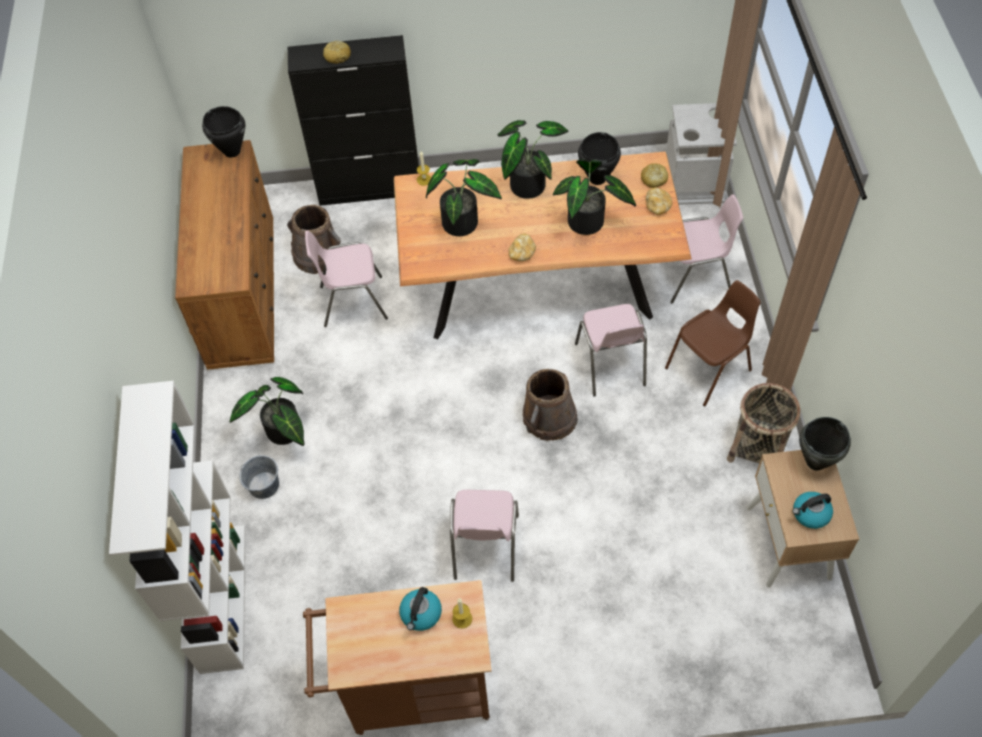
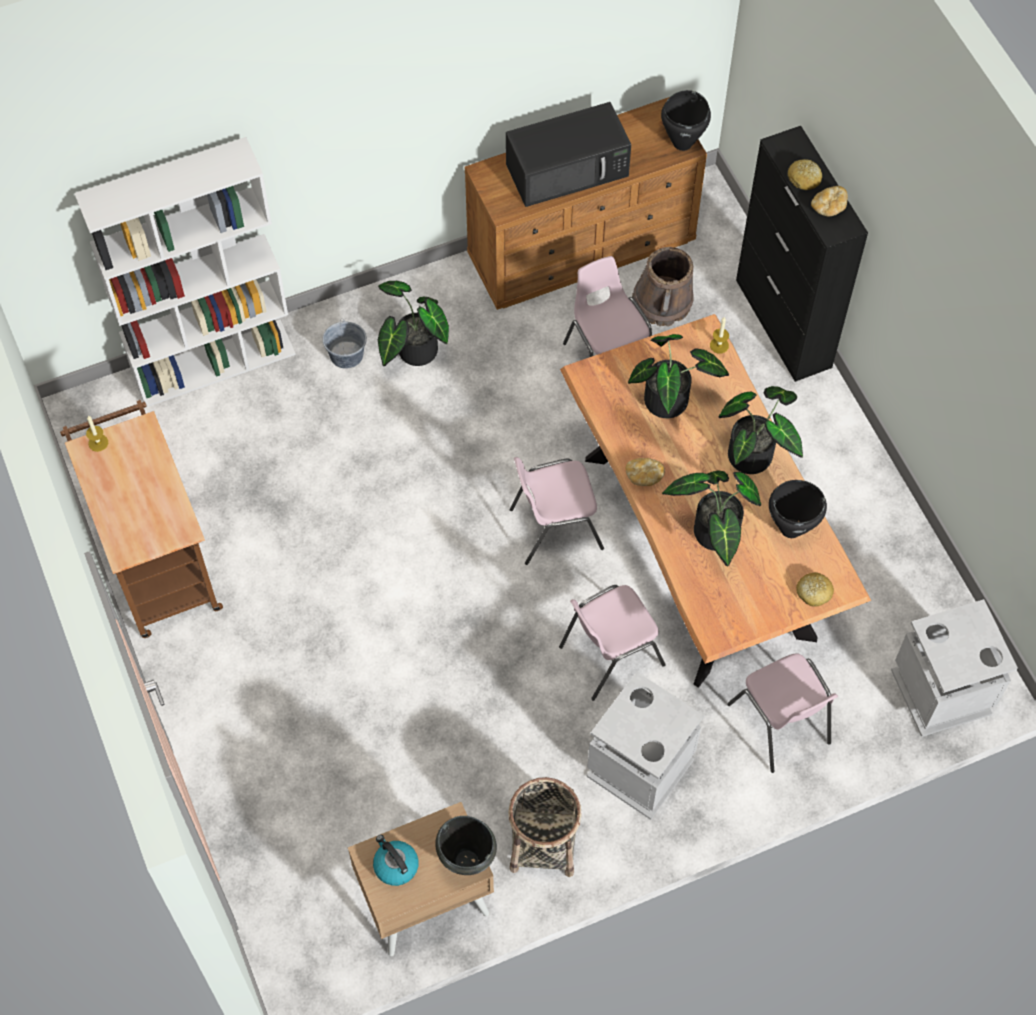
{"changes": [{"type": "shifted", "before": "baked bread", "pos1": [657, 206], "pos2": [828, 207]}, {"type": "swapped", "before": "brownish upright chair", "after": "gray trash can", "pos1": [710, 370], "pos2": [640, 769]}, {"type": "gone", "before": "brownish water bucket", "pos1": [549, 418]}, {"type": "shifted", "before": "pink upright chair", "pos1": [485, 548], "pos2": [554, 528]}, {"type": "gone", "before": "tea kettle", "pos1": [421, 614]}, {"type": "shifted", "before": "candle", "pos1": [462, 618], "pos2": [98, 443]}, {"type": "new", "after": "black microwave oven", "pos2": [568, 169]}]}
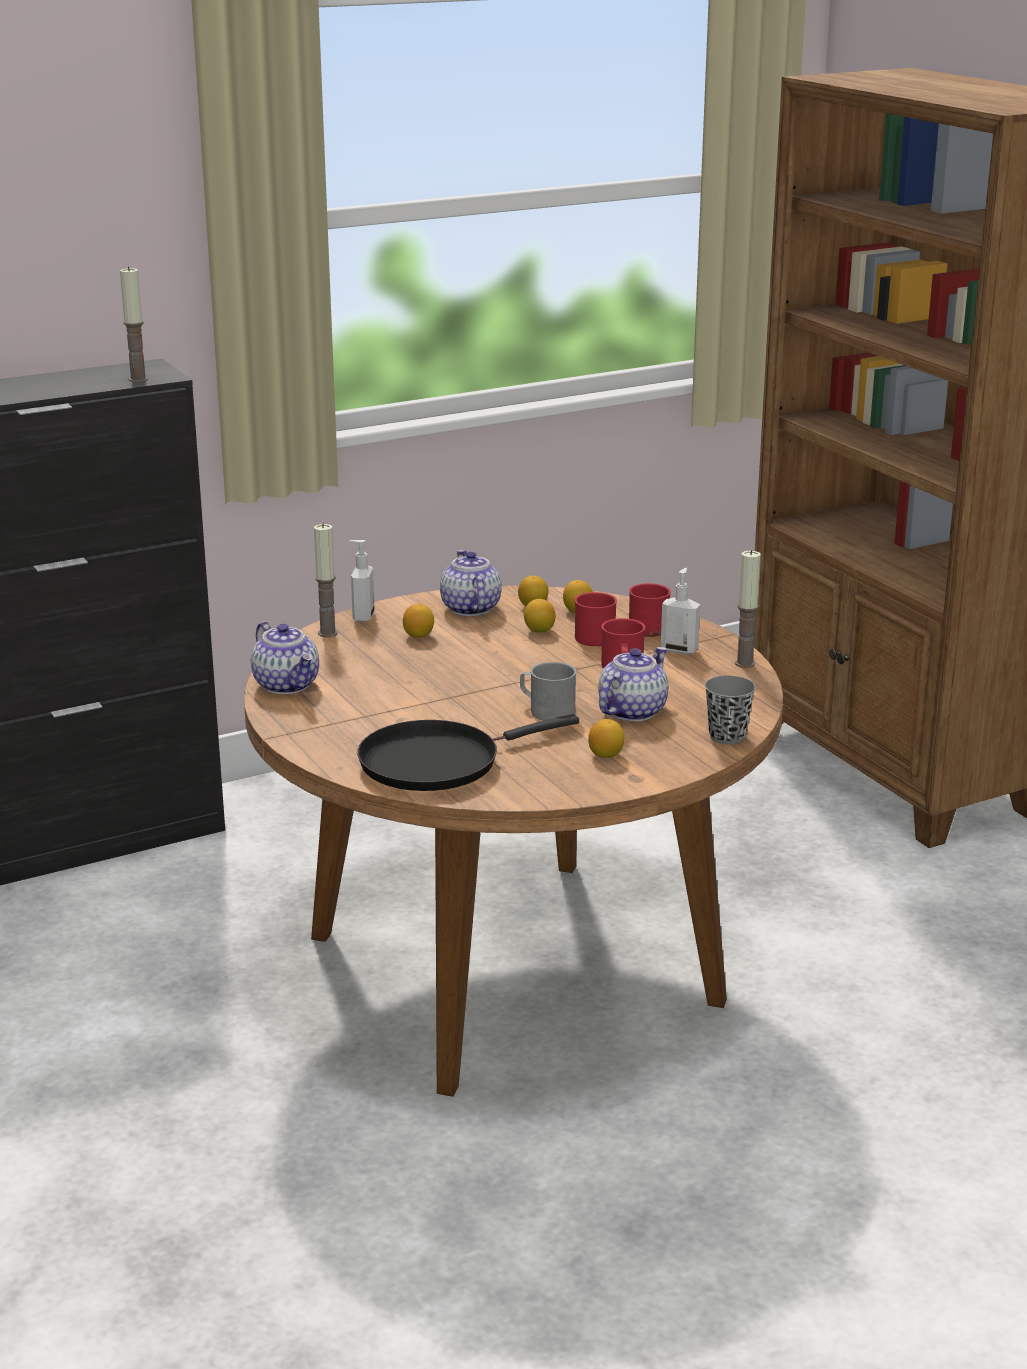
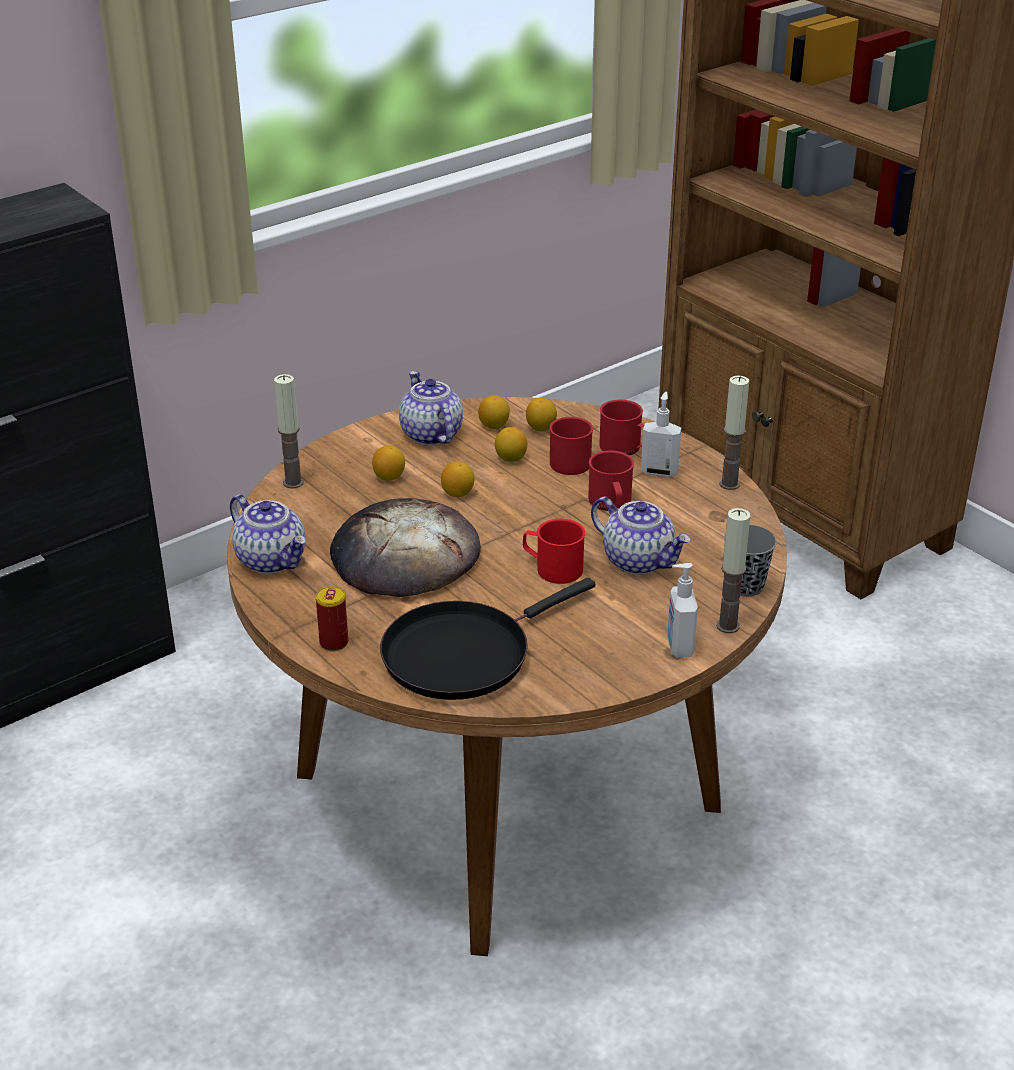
{"changes": [{"type": "shifted", "before": "candle", "pos1": [138, 379], "pos2": [728, 626]}, {"type": "shifted", "before": "liquid soap bottle", "pos1": [362, 617], "pos2": [678, 646]}, {"type": "rotated", "before": "tea pot", "pos1": [632, 711], "pos2": [639, 561], "turn": 105}, {"type": "repainted", "before": "gray mug", "after": "red mug", "pos1": [546, 710], "pos2": [552, 568]}, {"type": "shifted", "before": "citrus fruit", "pos1": [606, 755], "pos2": [458, 493]}, {"type": "new", "after": "baked bread", "pos2": [404, 556]}, {"type": "new", "after": "sealed can", "pos2": [334, 643]}]}
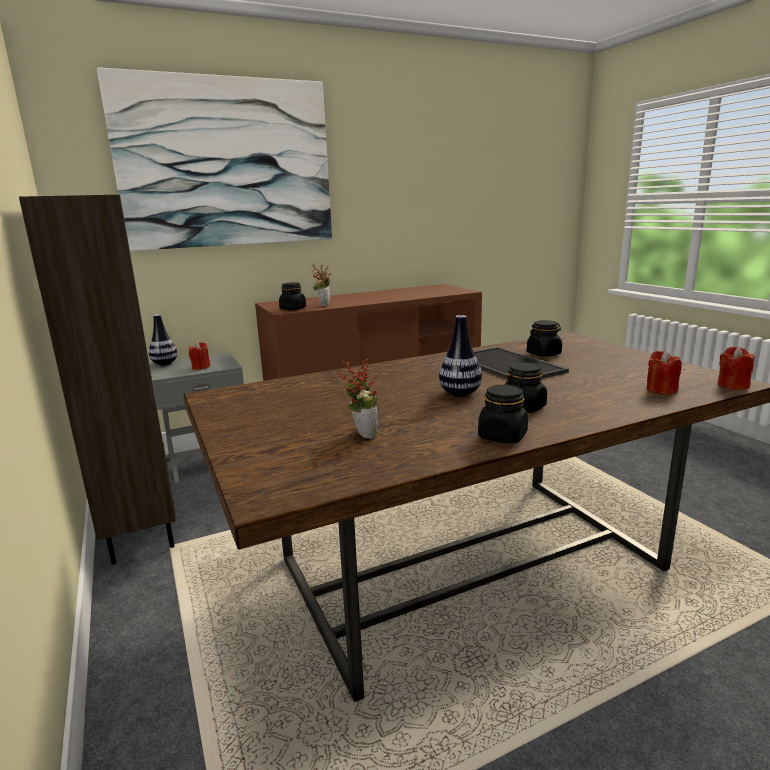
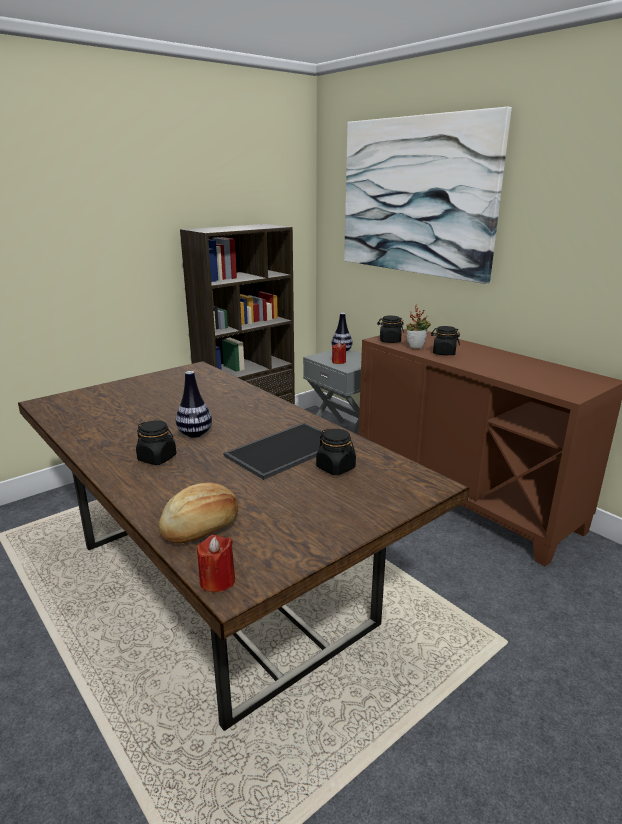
{"changes": [{"type": "swapped", "before": "red candle", "after": "baked bread", "pos1": [661, 390], "pos2": [202, 528]}, {"type": "gone", "before": "plant in a pot", "pos1": [362, 435]}, {"type": "shifted", "before": "black preserve jar", "pos1": [502, 436], "pos2": [443, 353]}]}
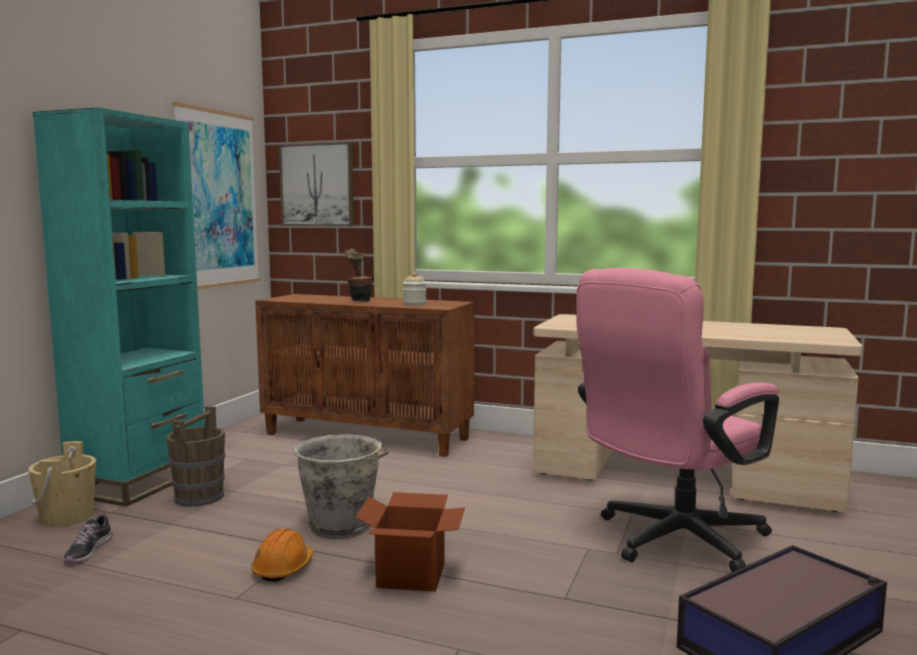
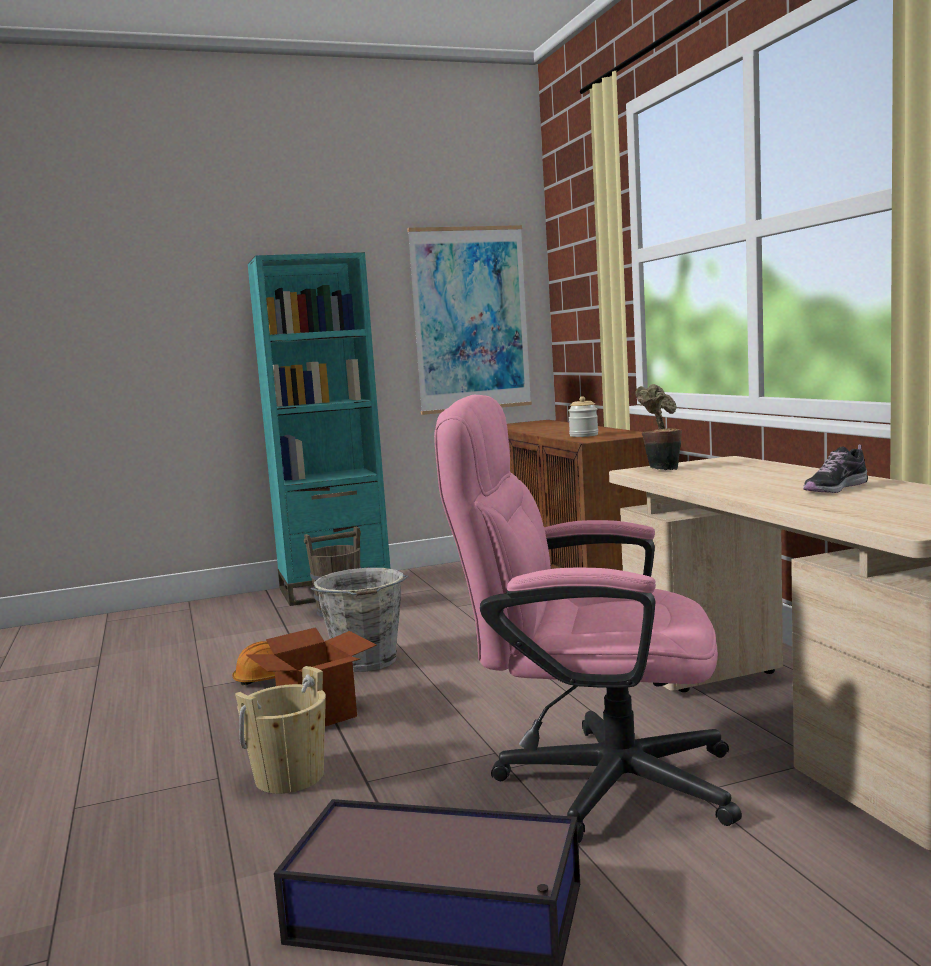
{"changes": [{"type": "gone", "before": "picture", "pos1": [317, 185]}, {"type": "shifted", "before": "plant in a pot", "pos1": [359, 301], "pos2": [661, 468]}, {"type": "shifted", "before": "beige-coloured water bucket", "pos1": [67, 517], "pos2": [289, 777]}, {"type": "shifted", "before": "low shoe", "pos1": [88, 551], "pos2": [834, 488]}]}
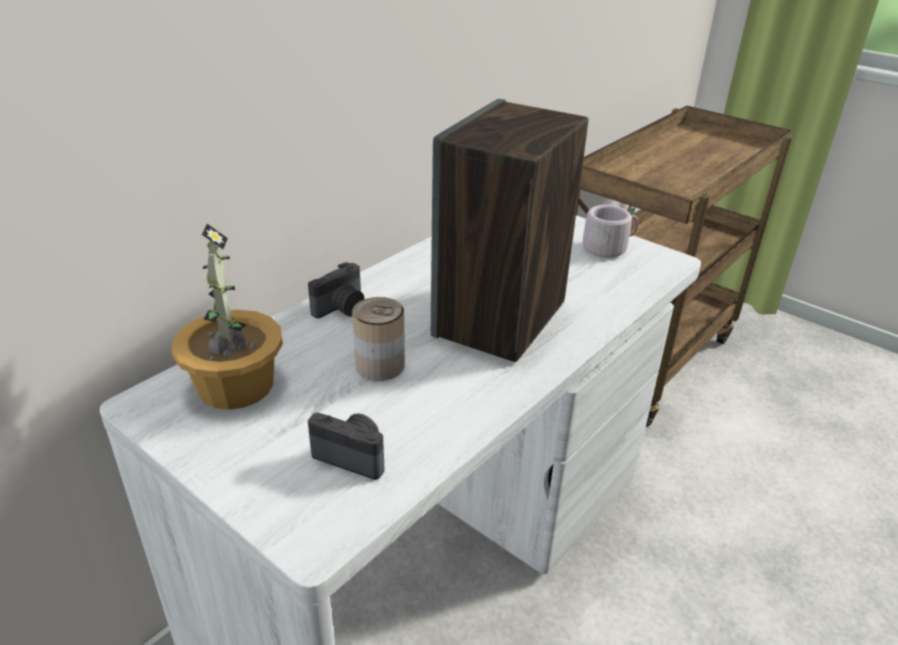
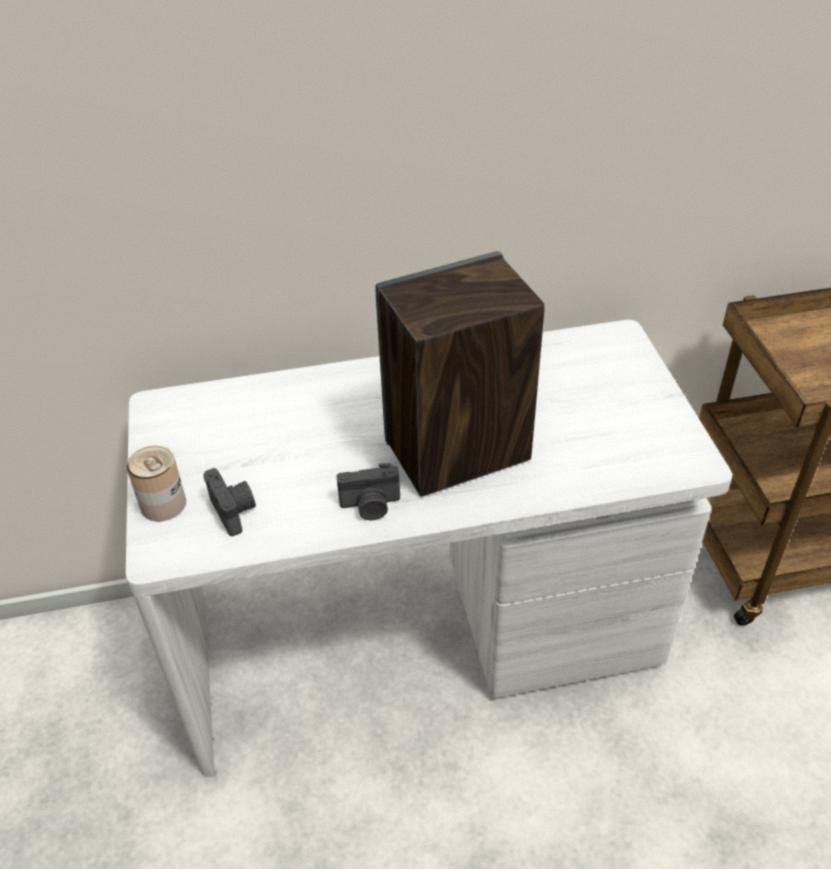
{"changes": [{"type": "gone", "before": "gray mug", "pos1": [607, 247]}, {"type": "gone", "before": "plant in a pot", "pos1": [234, 385]}, {"type": "shifted", "before": "photo camera", "pos1": [342, 309], "pos2": [371, 506]}, {"type": "shifted", "before": "sealed can", "pos1": [380, 365], "pos2": [163, 504]}]}
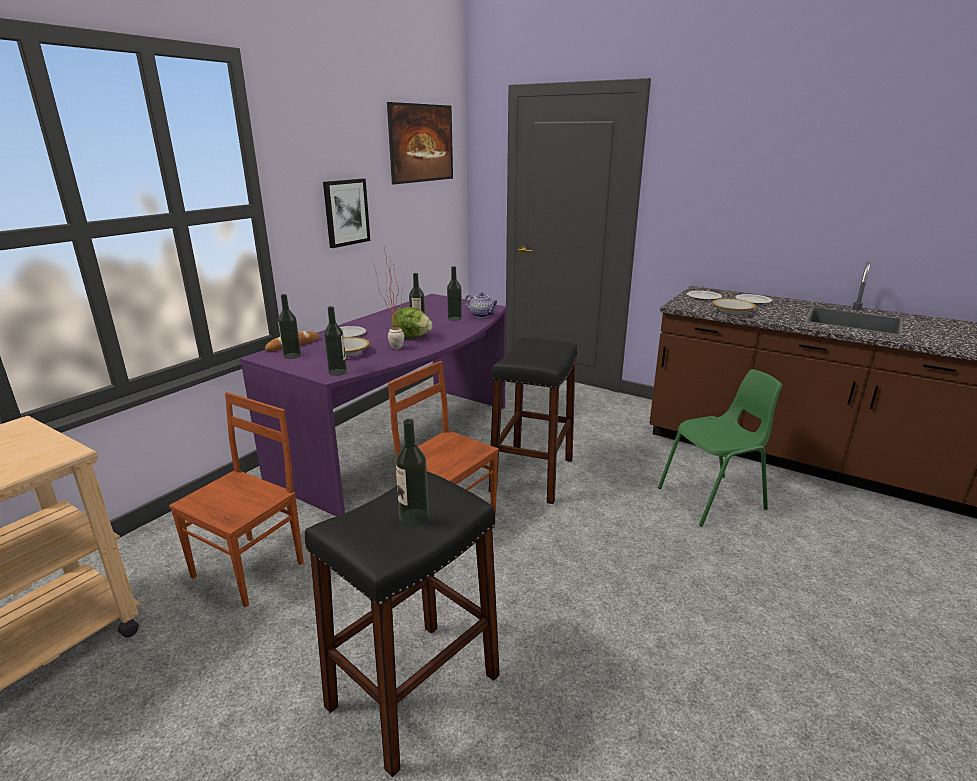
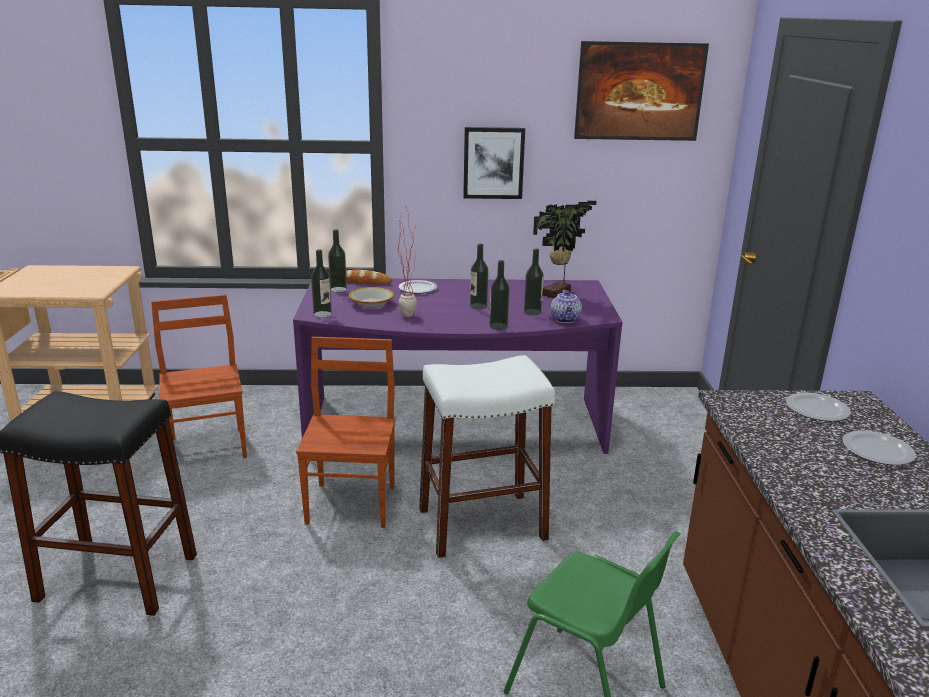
{"changes": [{"type": "gone", "before": "bowl", "pos1": [732, 312]}, {"type": "gone", "before": "lettuce head", "pos1": [411, 337]}, {"type": "repainted", "before": "black stool seat", "after": "whitish stool seat", "pos1": [532, 475], "pos2": [481, 524]}, {"type": "rotated", "before": "brownish upright chair", "pos1": [250, 569], "pos2": [209, 446], "turn": -105}, {"type": "shifted", "before": "drink bottle", "pos1": [414, 517], "pos2": [498, 326]}, {"type": "new", "after": "plant in a pot", "pos2": [558, 293]}]}
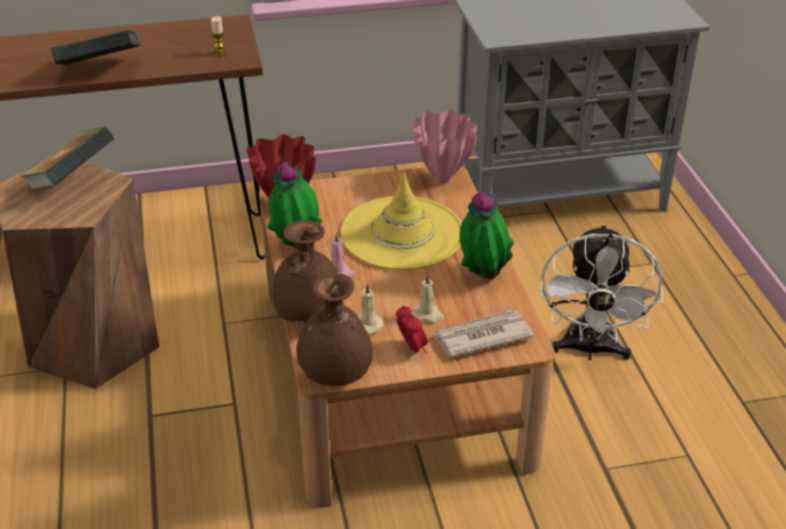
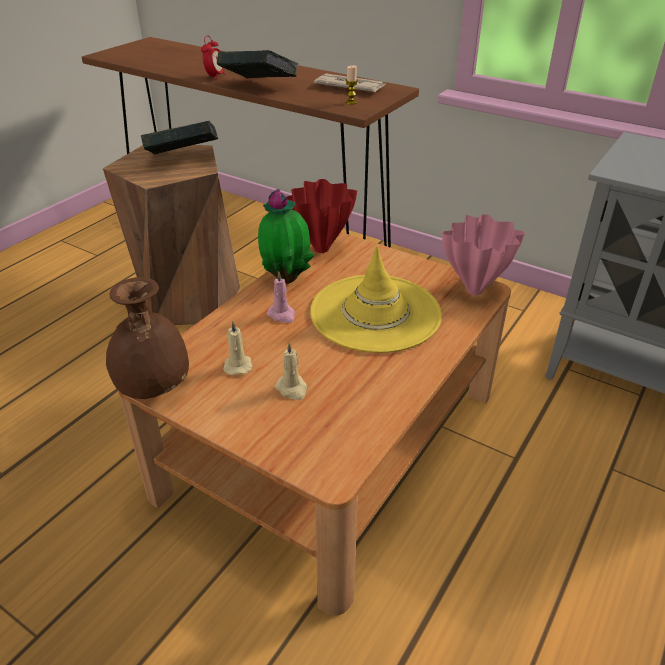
{"changes": [{"type": "gone", "before": "plant in a pot", "pos1": [482, 275]}, {"type": "gone", "before": "brownish vase", "pos1": [307, 317]}, {"type": "gone", "before": "whitish electric fan", "pos1": [590, 350]}, {"type": "shifted", "before": "alarm clock", "pos1": [411, 349], "pos2": [215, 77]}, {"type": "shifted", "before": "newspaper", "pos1": [481, 336], "pos2": [349, 86]}]}
